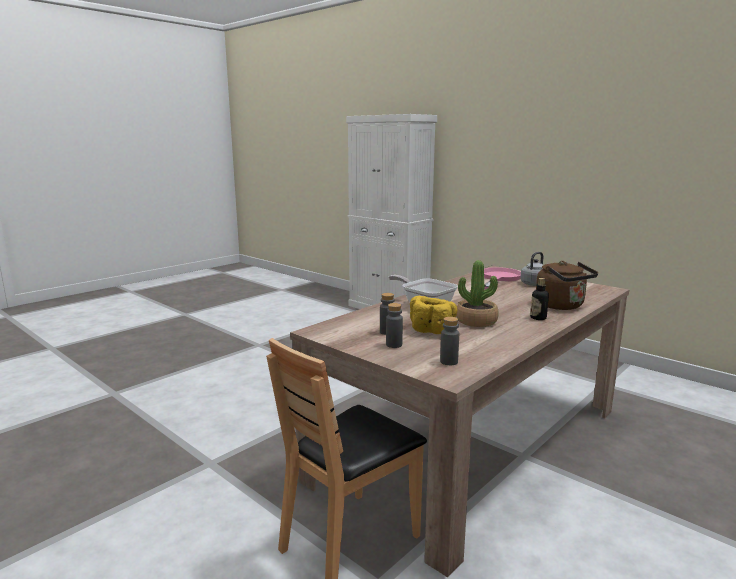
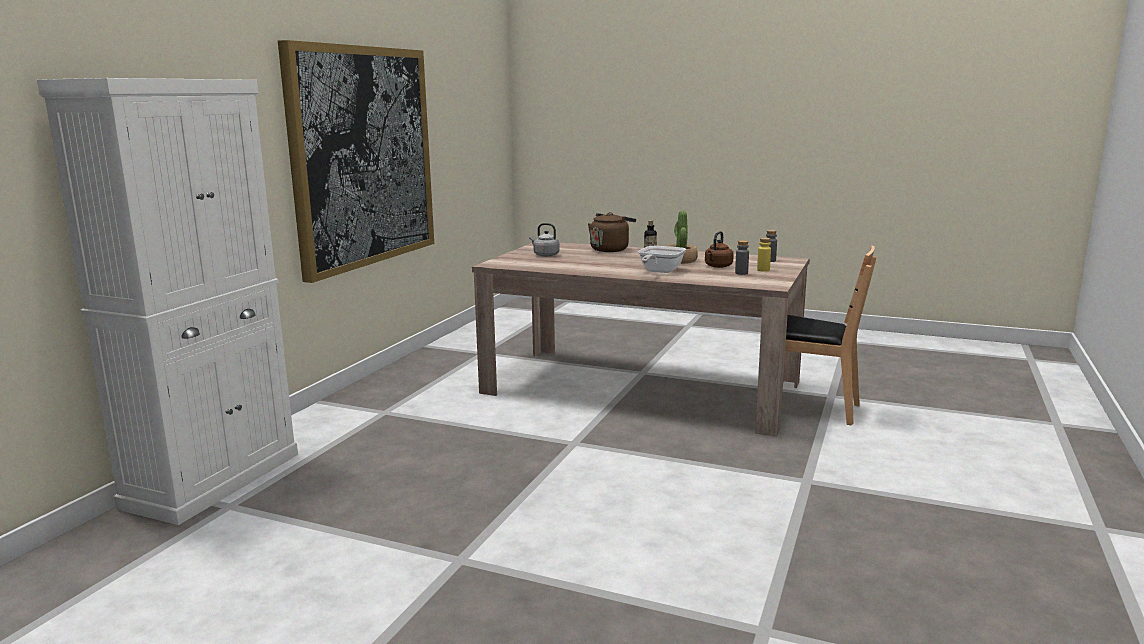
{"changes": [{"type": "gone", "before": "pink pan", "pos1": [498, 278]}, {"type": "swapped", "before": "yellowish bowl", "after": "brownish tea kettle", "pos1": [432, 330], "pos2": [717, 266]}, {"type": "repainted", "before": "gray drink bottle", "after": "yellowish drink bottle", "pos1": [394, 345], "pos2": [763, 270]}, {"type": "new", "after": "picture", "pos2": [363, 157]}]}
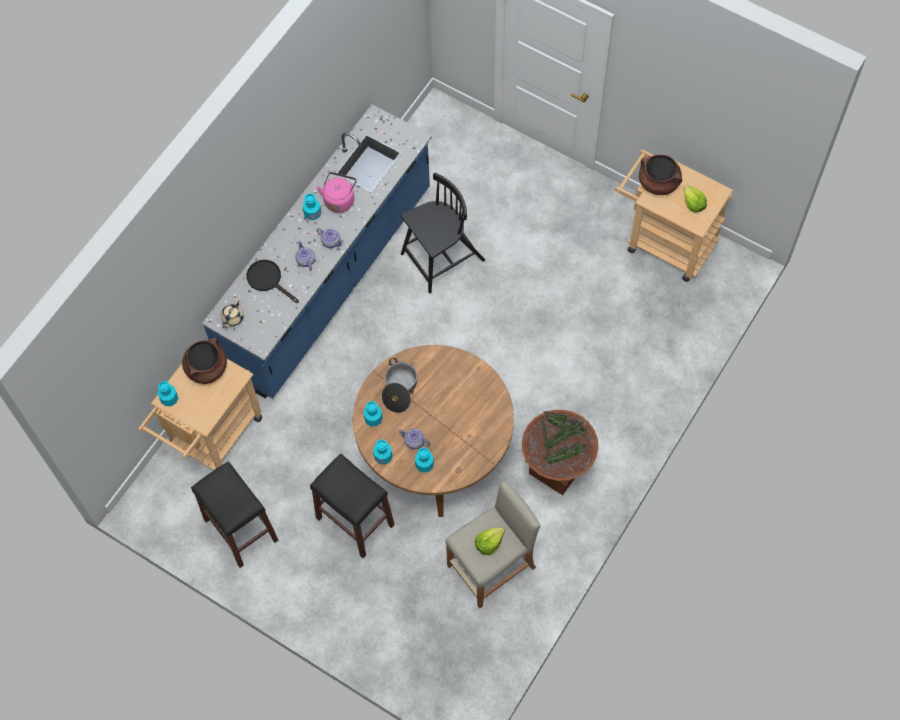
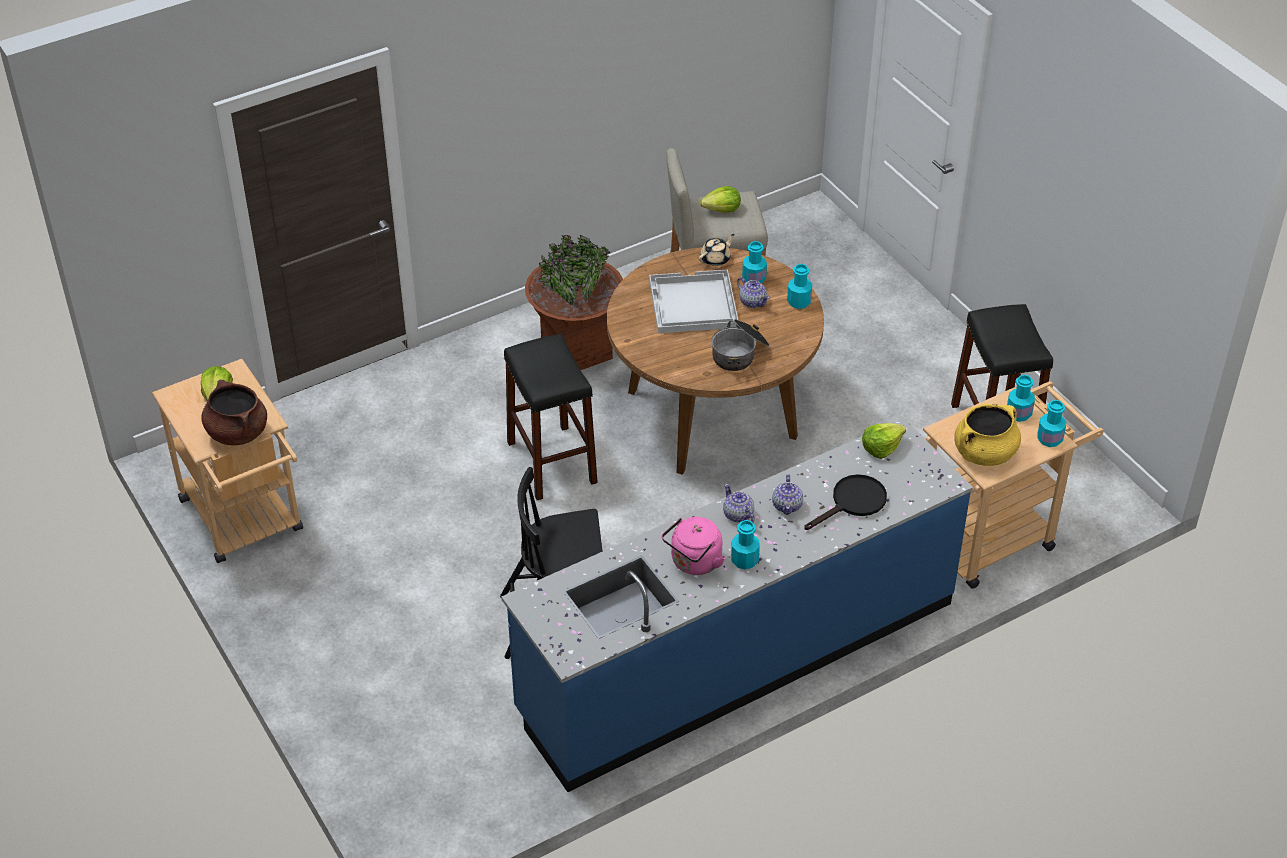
{"changes": [{"type": "rotated", "before": "black pan", "pos1": [268, 279], "pos2": [853, 503], "turn": -105}, {"type": "shifted", "before": "beige-coloured tea pot", "pos1": [232, 318], "pos2": [716, 259]}, {"type": "repainted", "before": "brownish stockpot", "after": "yellowish stockpot", "pos1": [207, 368], "pos2": [984, 453]}, {"type": "shifted", "before": "turquoise drink bottle", "pos1": [373, 419], "pos2": [1018, 414]}, {"type": "shifted", "before": "black stool seat", "pos1": [355, 521], "pos2": [551, 462]}, {"type": "new", "after": "whitish serving tray", "pos2": [692, 304]}, {"type": "new", "after": "lettuce head", "pos2": [881, 447]}]}
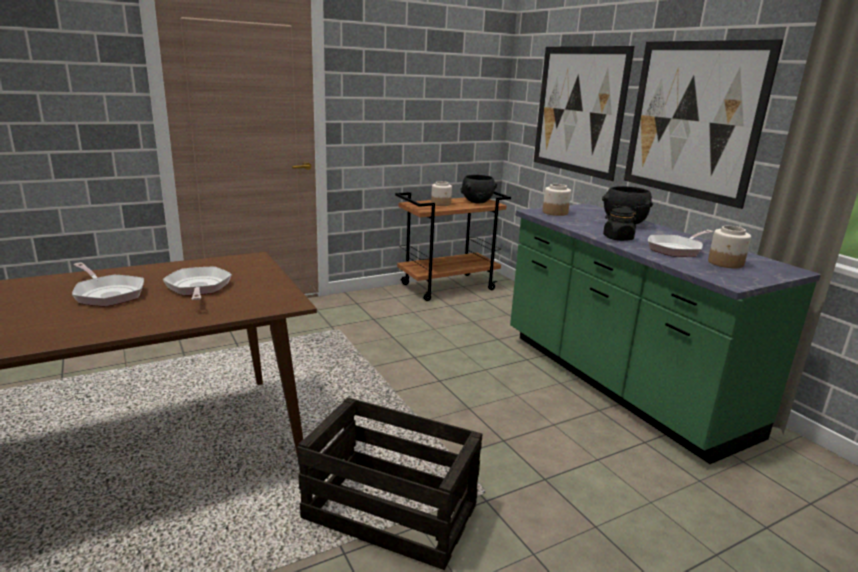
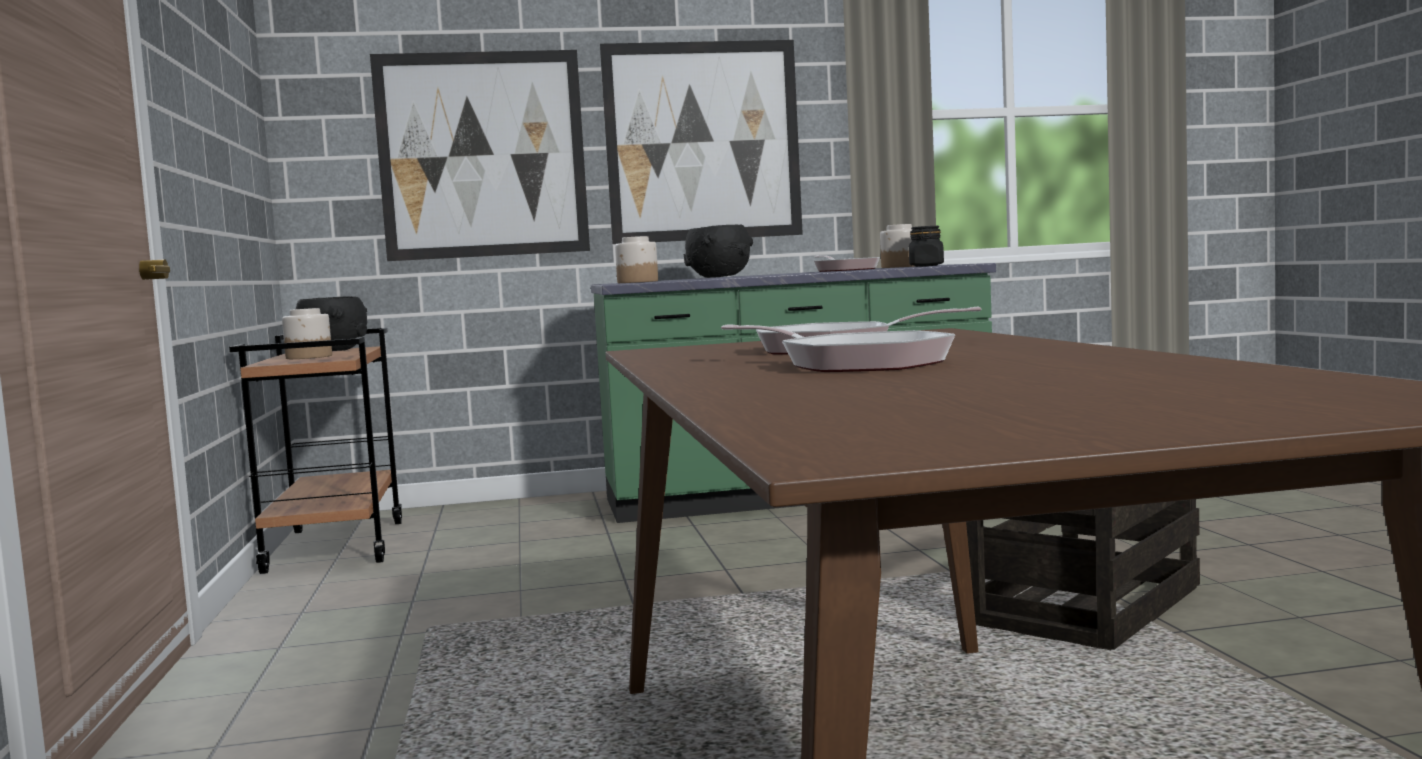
{"changes": [{"type": "shifted", "before": "black preserve jar", "pos1": [617, 238], "pos2": [926, 266]}, {"type": "rotated", "before": "pan", "pos1": [108, 294], "pos2": [854, 364], "turn": 75}]}
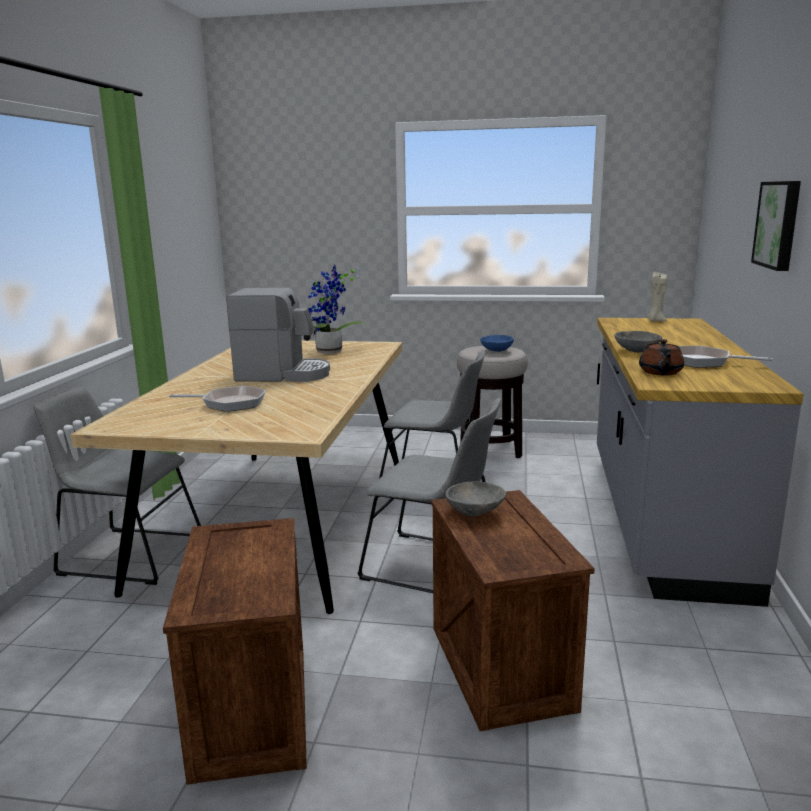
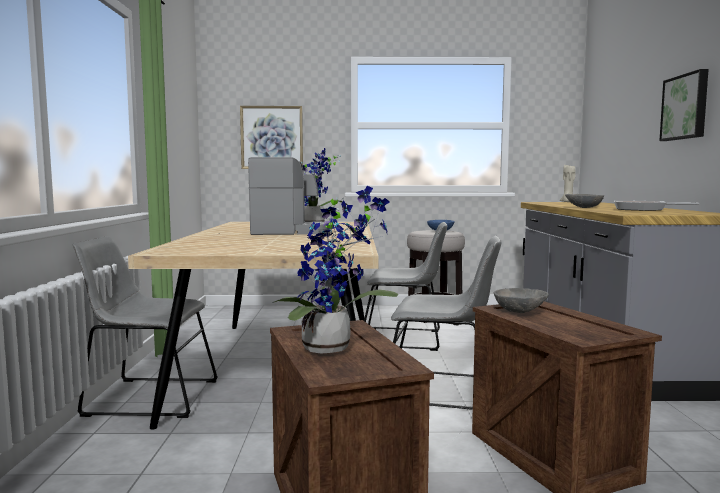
{"changes": [{"type": "gone", "before": "brownish tea pot", "pos1": [660, 372]}, {"type": "gone", "before": "pan", "pos1": [229, 403]}, {"type": "new", "after": "picture", "pos2": [272, 137]}, {"type": "new", "after": "plant in a pot", "pos2": [333, 348]}]}
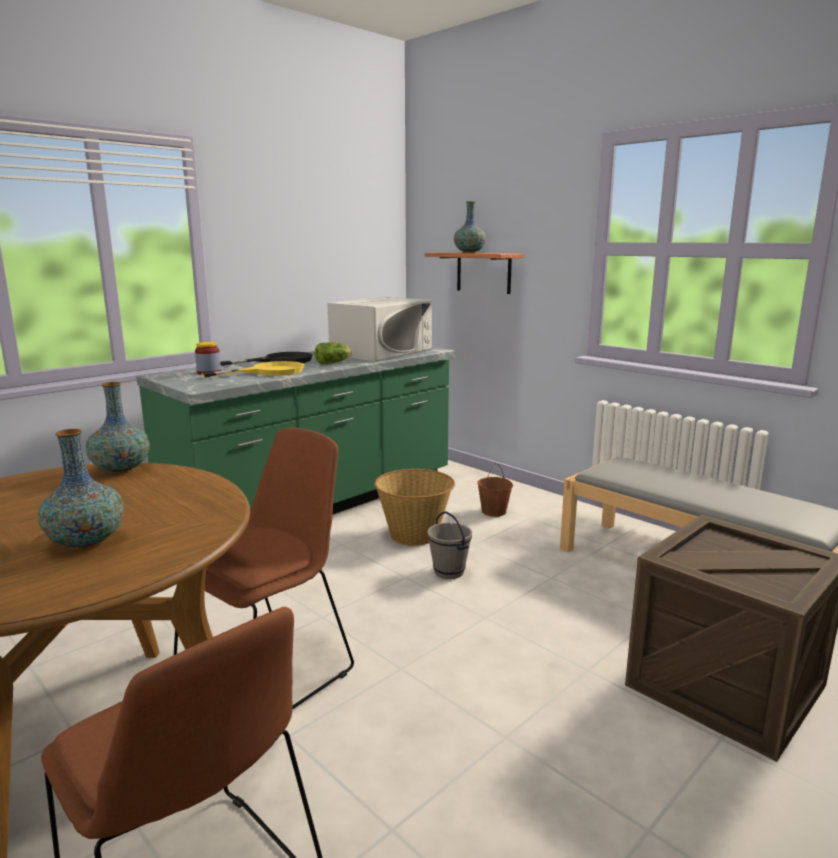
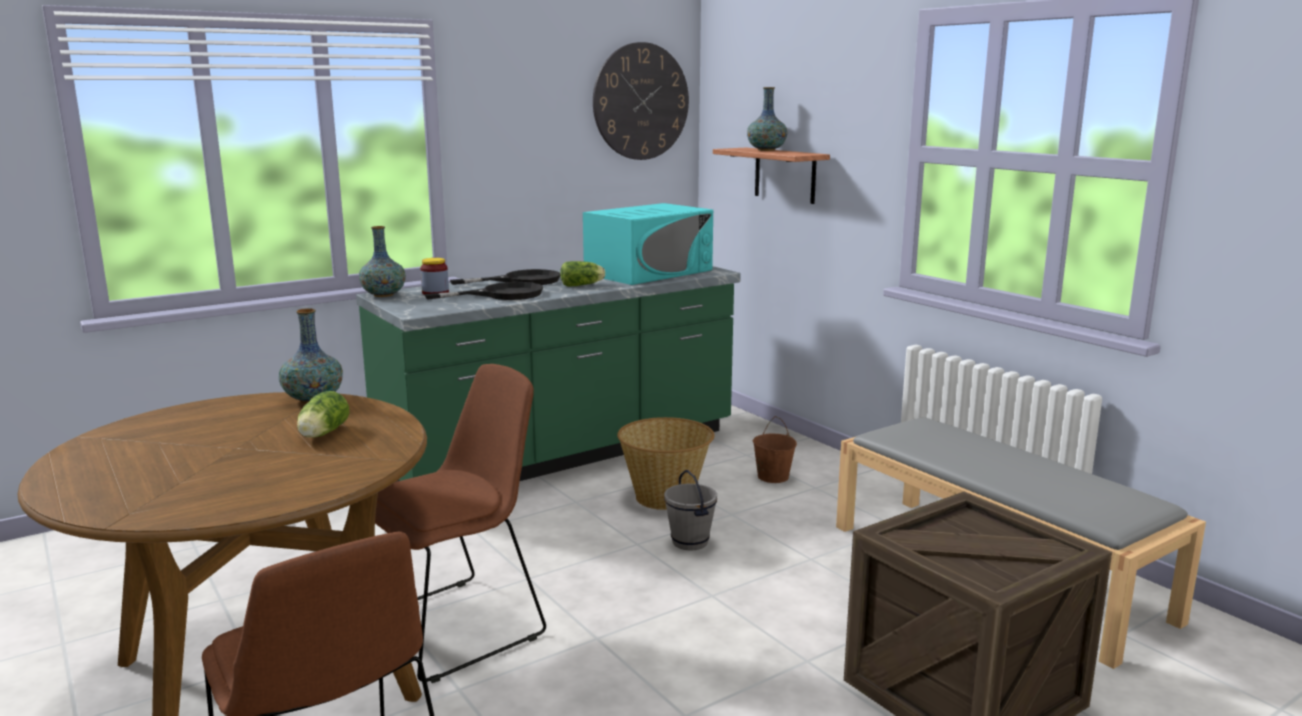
{"changes": [{"type": "repainted", "before": "whitish microwave oven", "after": "turquoise microwave oven", "pos1": [382, 352], "pos2": [649, 272]}, {"type": "repainted", "before": "yellowish pan", "after": "black pan", "pos1": [268, 372], "pos2": [501, 295]}, {"type": "shifted", "before": "vase", "pos1": [86, 542], "pos2": [383, 295]}, {"type": "new", "after": "clock on the wall", "pos2": [641, 101]}, {"type": "new", "after": "lettuce head", "pos2": [322, 434]}]}
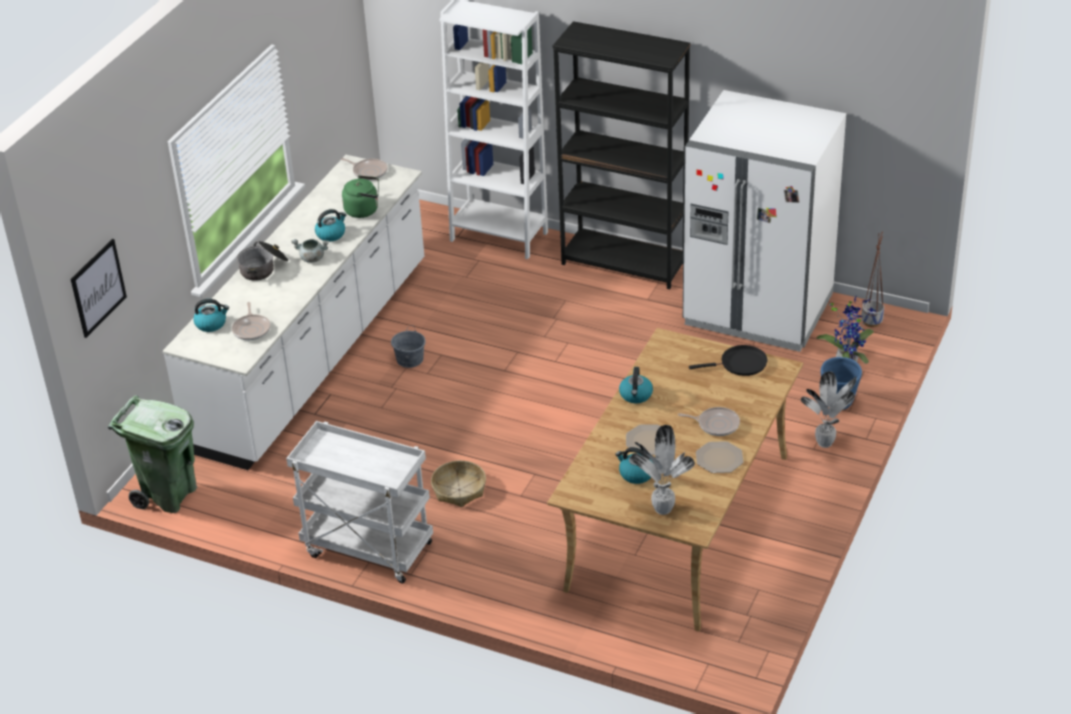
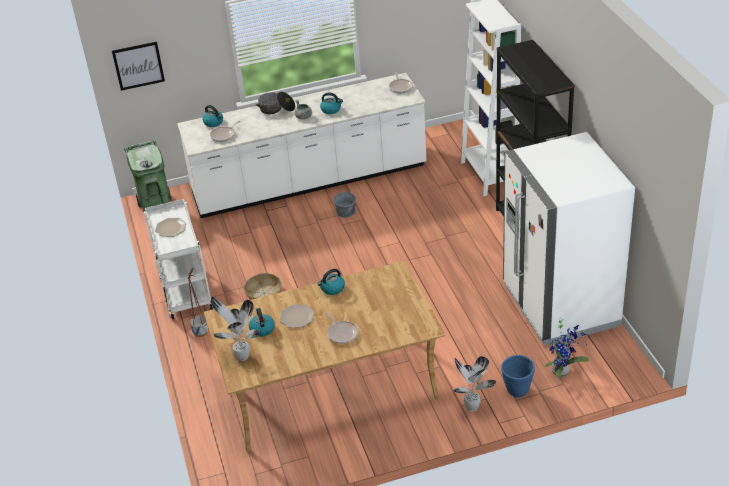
{"changes": [{"type": "gone", "before": "greenish tea kettle", "pos1": [364, 210]}, {"type": "shifted", "before": "plant pot", "pos1": [871, 322], "pos2": [200, 332]}, {"type": "gone", "before": "black pan", "pos1": [740, 364]}, {"type": "shifted", "before": "flat dish", "pos1": [718, 458], "pos2": [170, 228]}]}
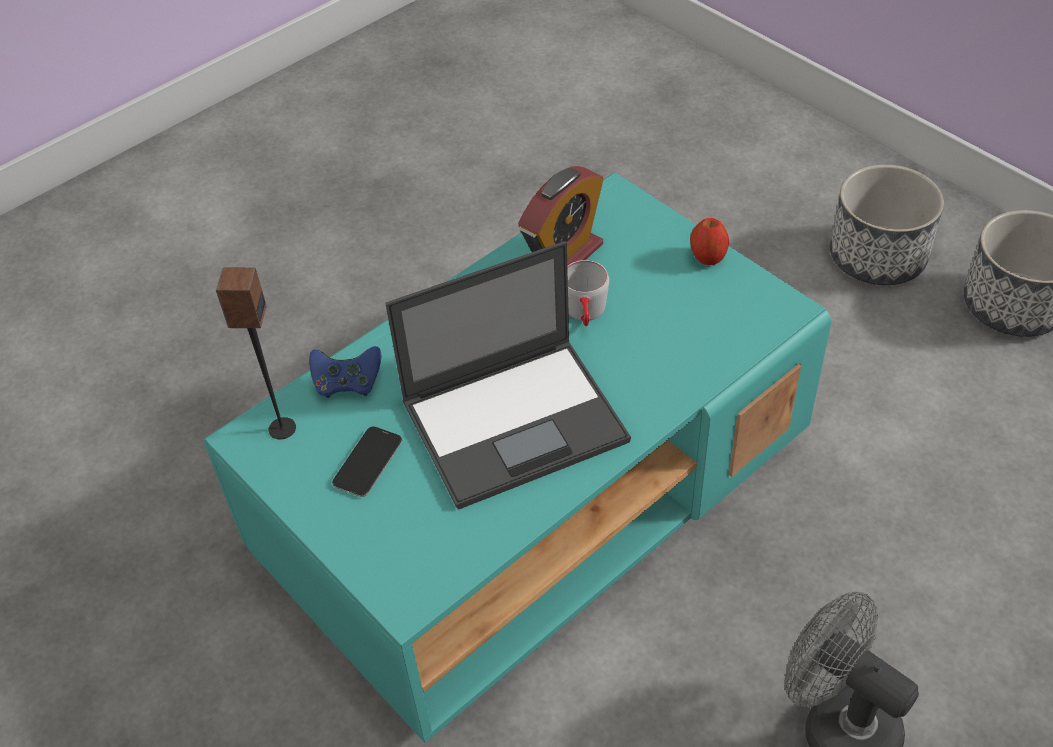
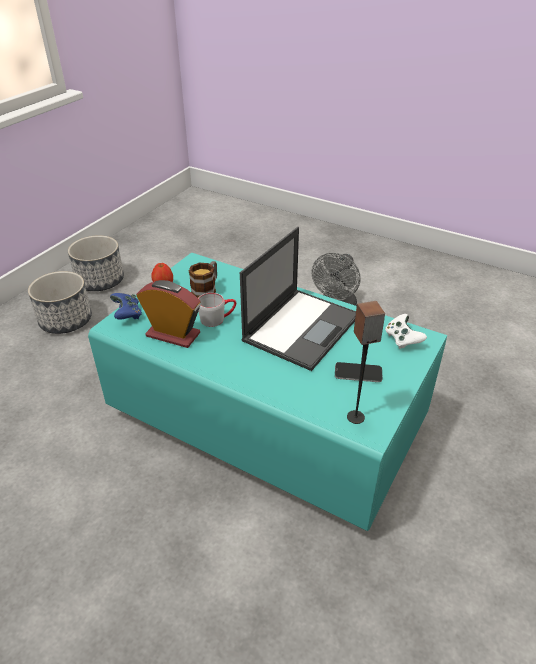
{"changes": [{"type": "rotated", "before": "portable computer", "pos1": [517, 420], "pos2": [302, 327], "turn": 75}, {"type": "shifted", "before": "blue game controller", "pos1": [347, 383], "pos2": [127, 314]}, {"type": "new", "after": "mug", "pos2": [206, 290]}, {"type": "new", "after": "whitish game controller", "pos2": [402, 339]}]}
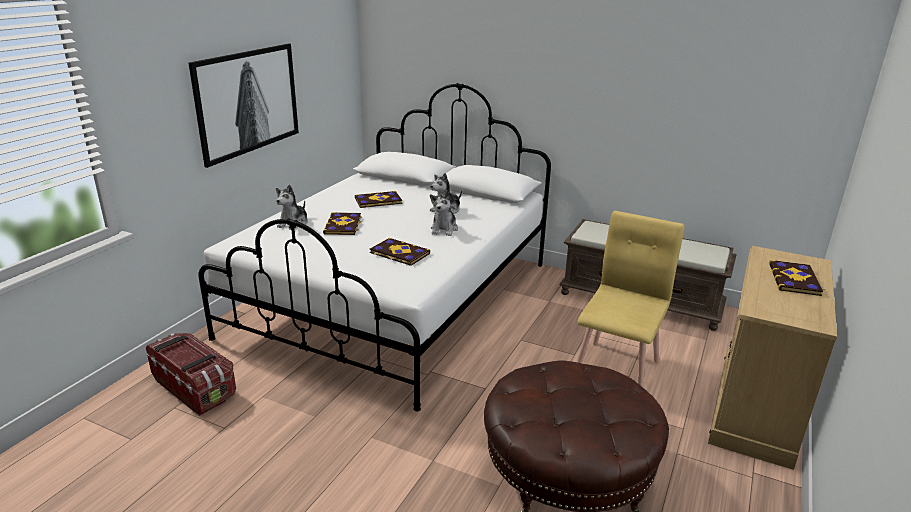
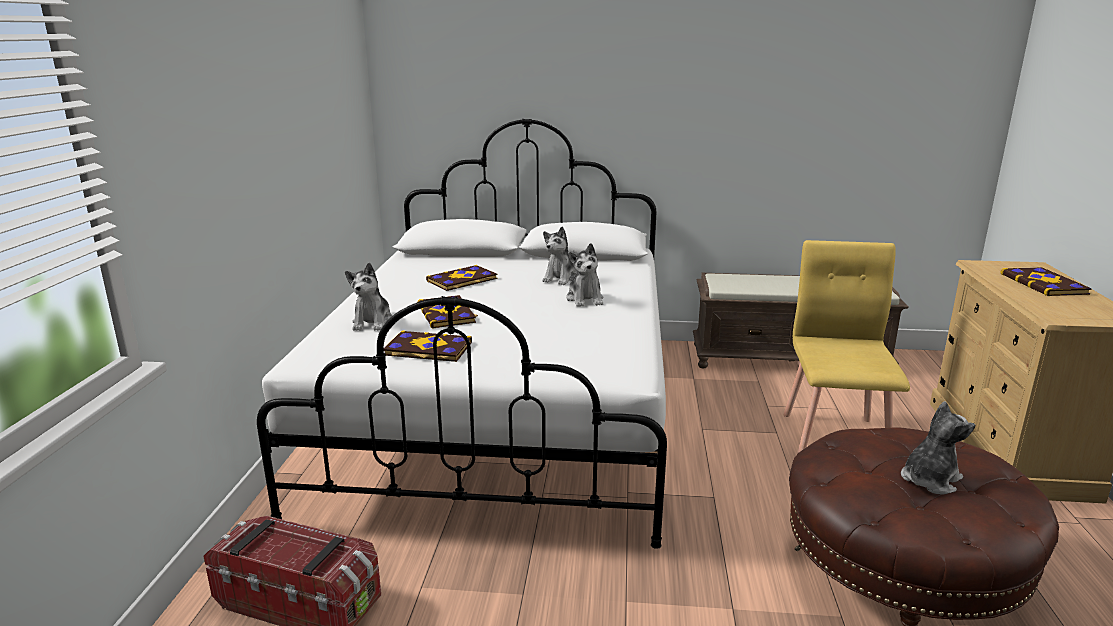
{"changes": [{"type": "gone", "before": "picture", "pos1": [247, 101]}, {"type": "shifted", "before": "book", "pos1": [399, 253], "pos2": [428, 349]}, {"type": "new", "after": "cuddly toy", "pos2": [929, 480]}]}
